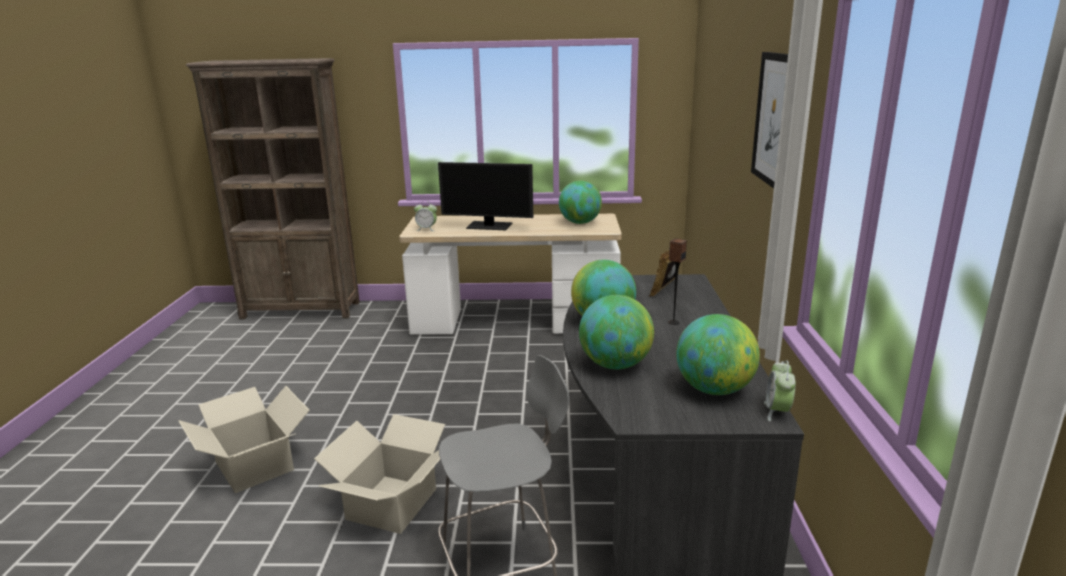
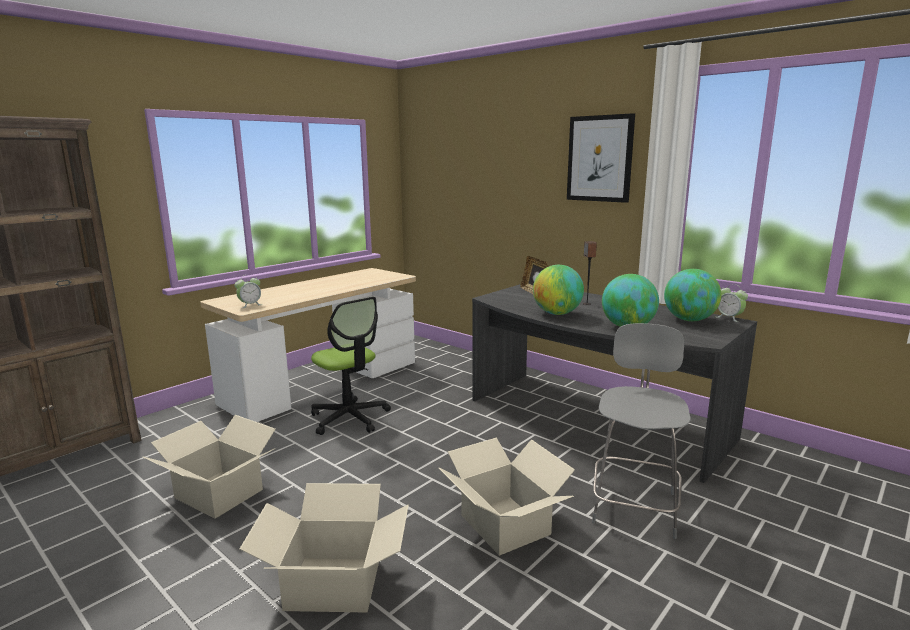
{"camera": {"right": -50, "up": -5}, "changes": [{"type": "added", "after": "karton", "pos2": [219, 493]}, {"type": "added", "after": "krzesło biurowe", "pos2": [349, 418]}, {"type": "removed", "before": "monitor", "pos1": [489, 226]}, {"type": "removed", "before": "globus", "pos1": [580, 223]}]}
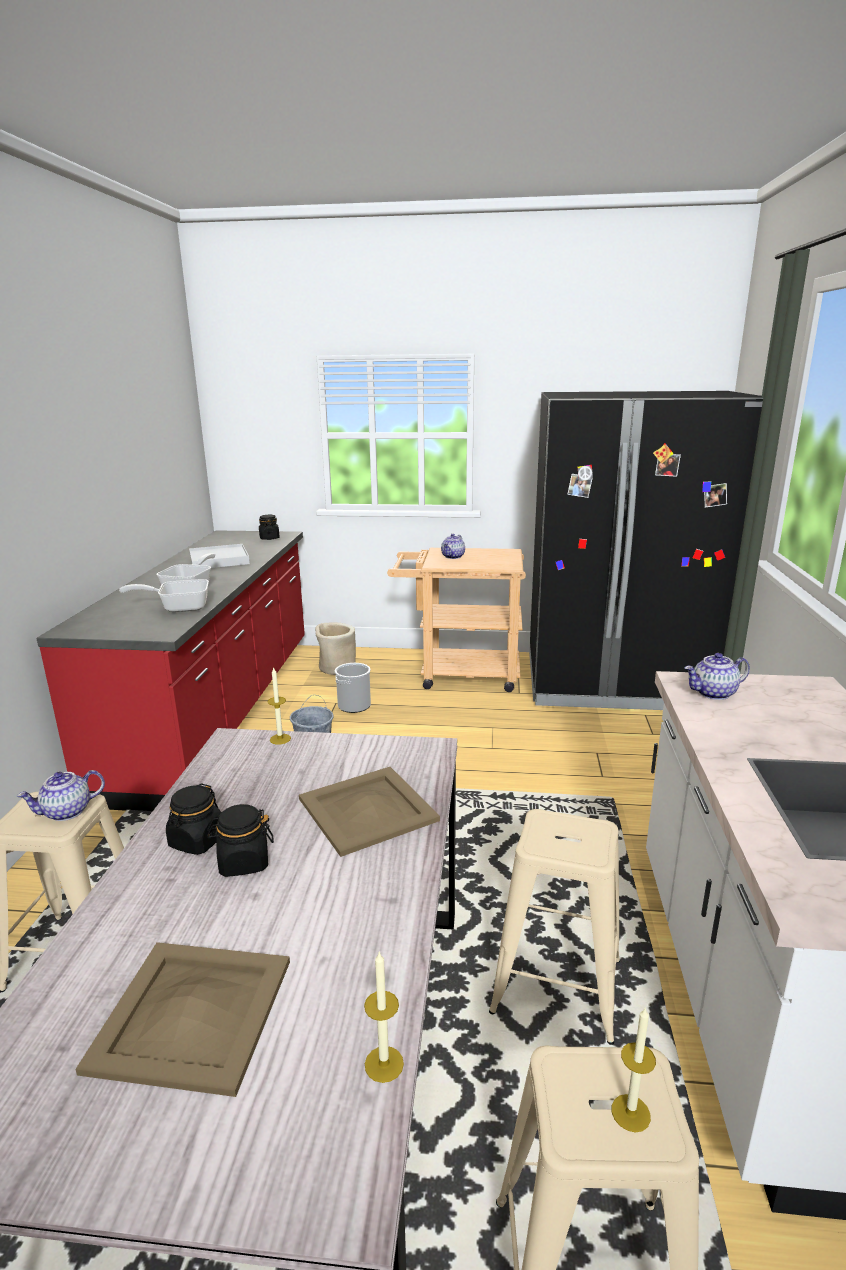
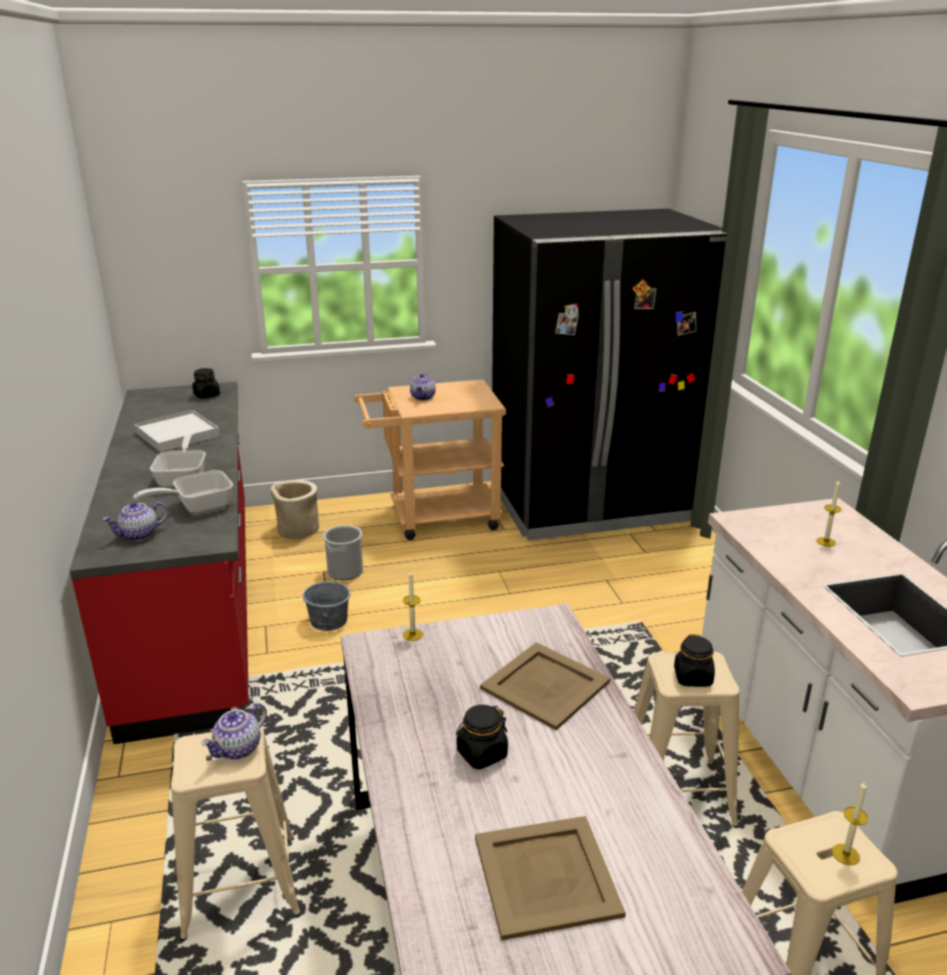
{"camera": {"right": -20, "up": 5}, "changes": [{"type": "moved", "before": "imbryk", "pos1": [713, 693], "pos2": [139, 535]}, {"type": "moved", "before": "słoik/czarny", "pos1": [197, 841], "pos2": [693, 678]}, {"type": "moved", "before": "świeca", "pos1": [384, 1064], "pos2": [826, 542]}]}
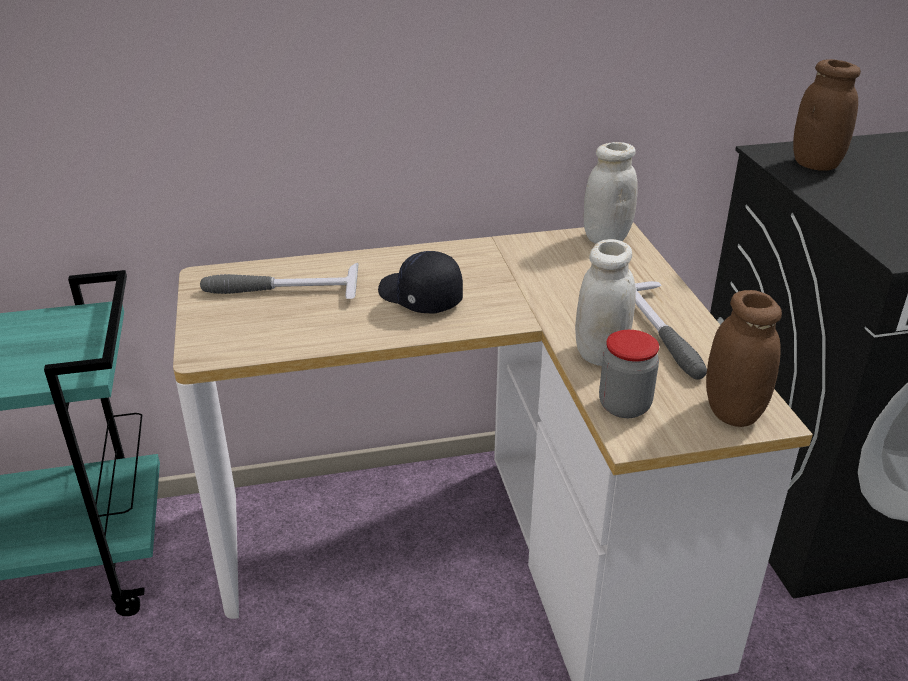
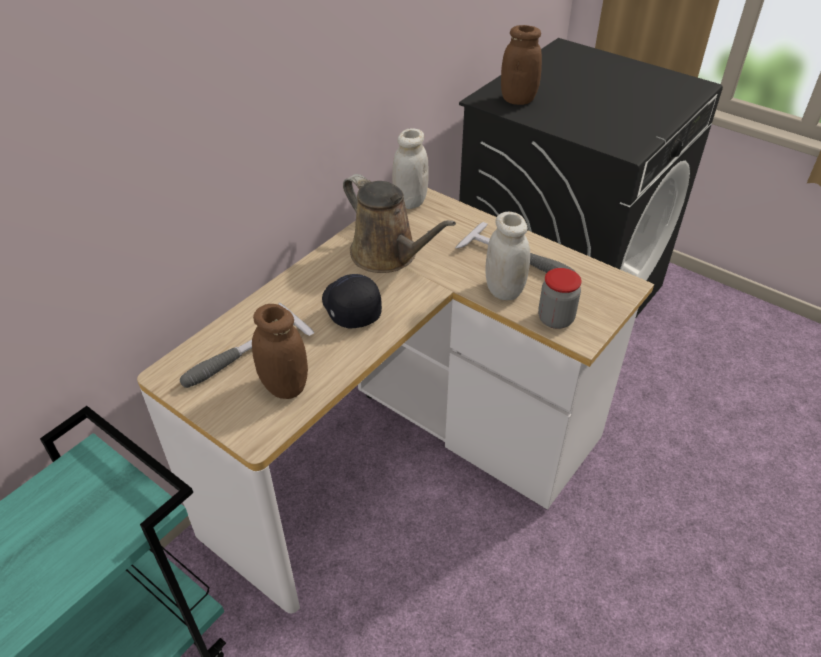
{"camera": {"right": -40, "up": 10}, "changes": [{"type": "moved", "before": "słoik/brązowy", "pos1": [732, 412], "pos2": [285, 386]}, {"type": "turned", "before": "czapka z daszkiem/czarny", "pos1": [419, 297], "pos2": [350, 307], "turn": 60}, {"type": "added", "after": "konewka/brązowy", "pos2": [388, 255]}]}
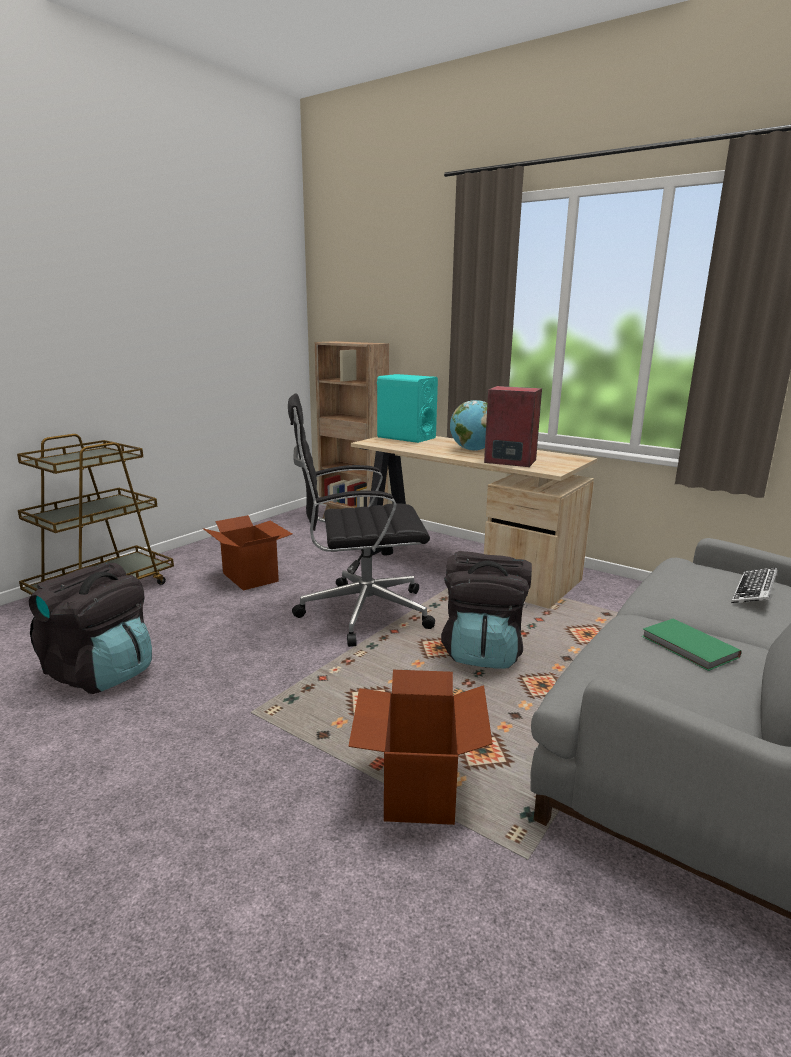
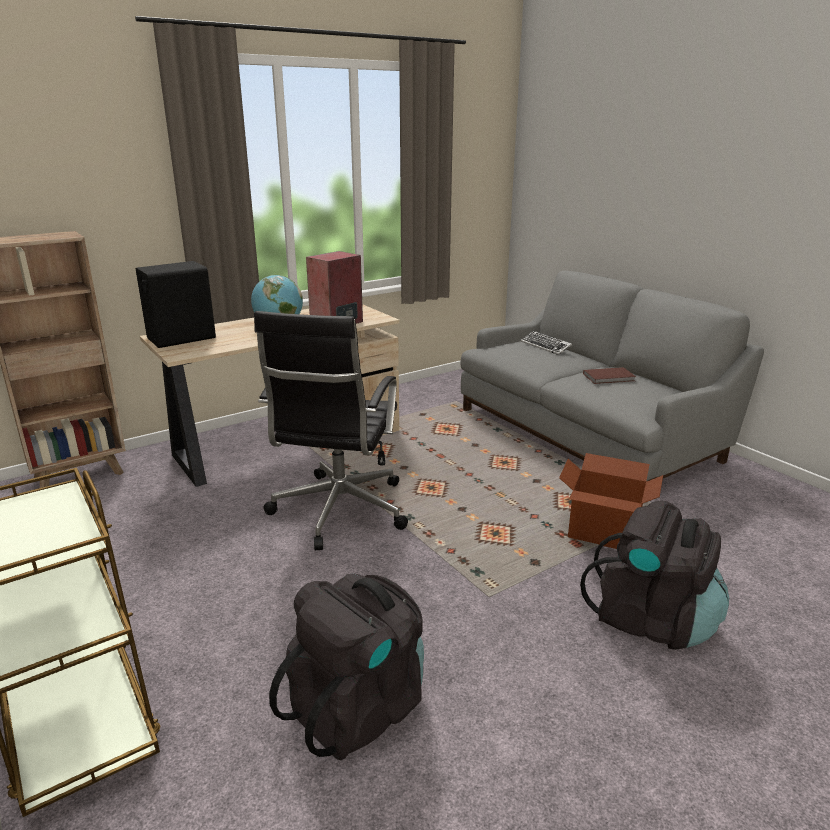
{"camera": {"right": -70, "up": 5}, "changes": [{"type": "recoloured", "before": "głośnik/turkusowy", "after": "głośnik/czarny", "pos1": [406, 437], "pos2": [181, 338]}, {"type": "moved", "before": "plecak/czarny", "pos1": [483, 651], "pos2": [651, 620]}, {"type": "recoloured", "before": "książka/zielony", "after": "książka/brązowy", "pos1": [689, 647], "pos2": [609, 378]}, {"type": "removed", "before": "karton", "pos1": [251, 577]}]}
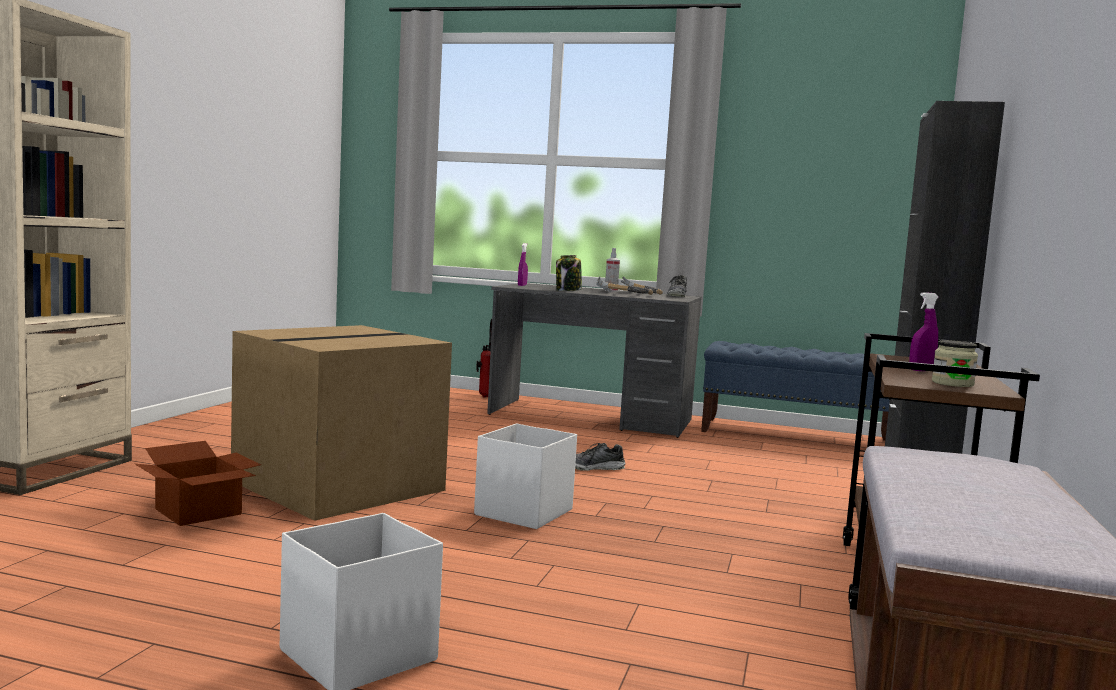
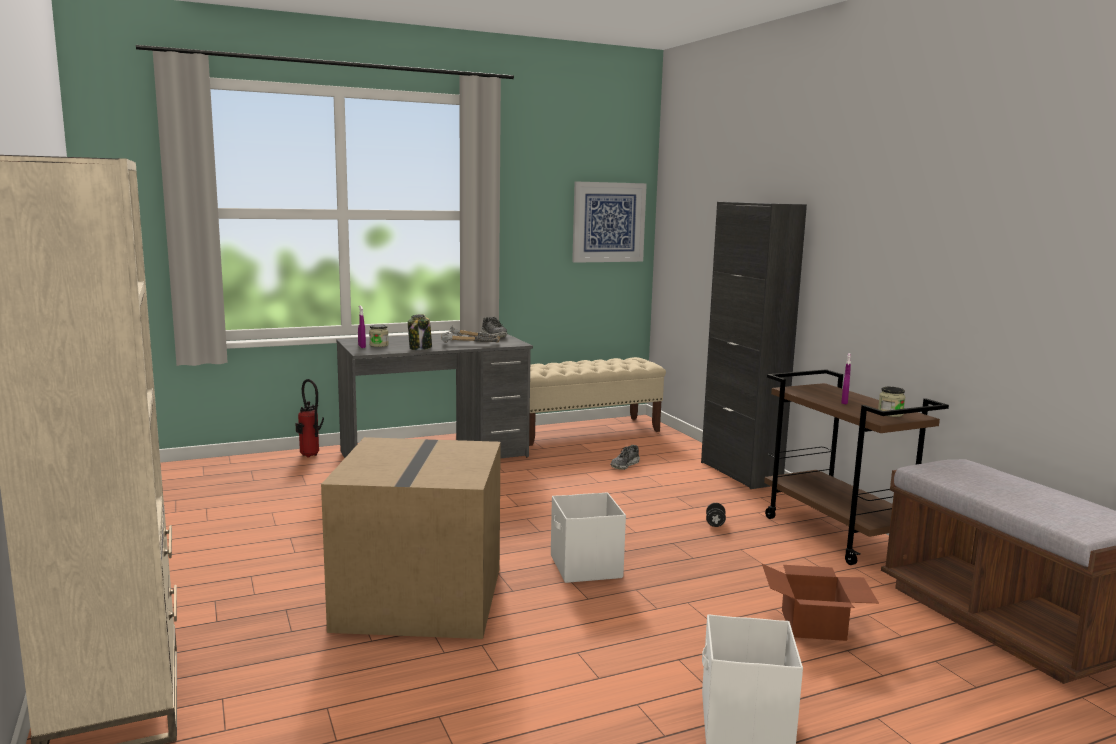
{"camera": {"right": -40, "up": 5}, "changes": [{"type": "added", "after": "słoik", "pos2": [379, 345]}, {"type": "recoloured", "before": "ławka/niebieski", "after": "ławka/beżowy", "pos1": [796, 435], "pos2": [585, 431]}, {"type": "added", "after": "obraz", "pos2": [608, 222]}, {"type": "moved", "before": "but", "pos1": [595, 468], "pos2": [625, 465]}, {"type": "added", "after": "hantel/czarny", "pos2": [715, 523]}, {"type": "moved", "before": "karton", "pos1": [198, 512], "pos2": [815, 625]}, {"type": "removed", "before": "spryskiwacz", "pos1": [611, 291]}]}
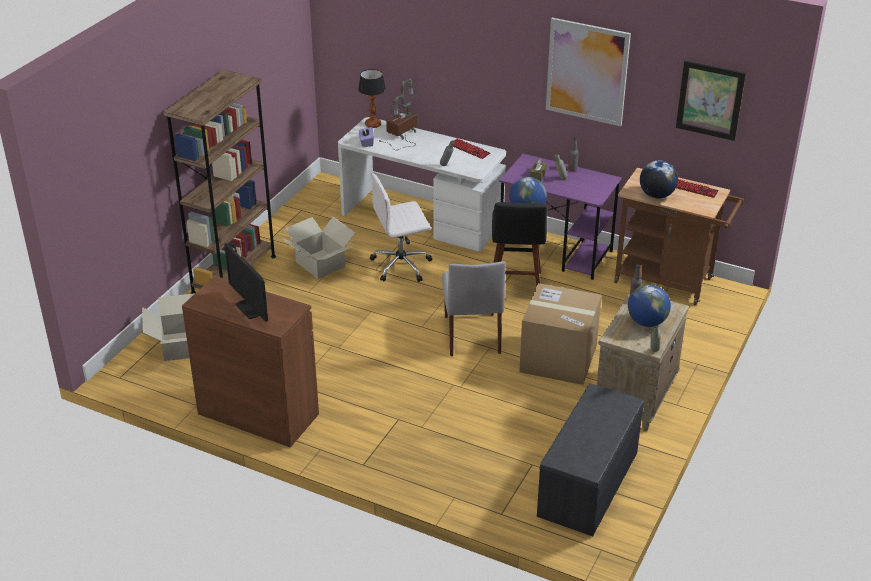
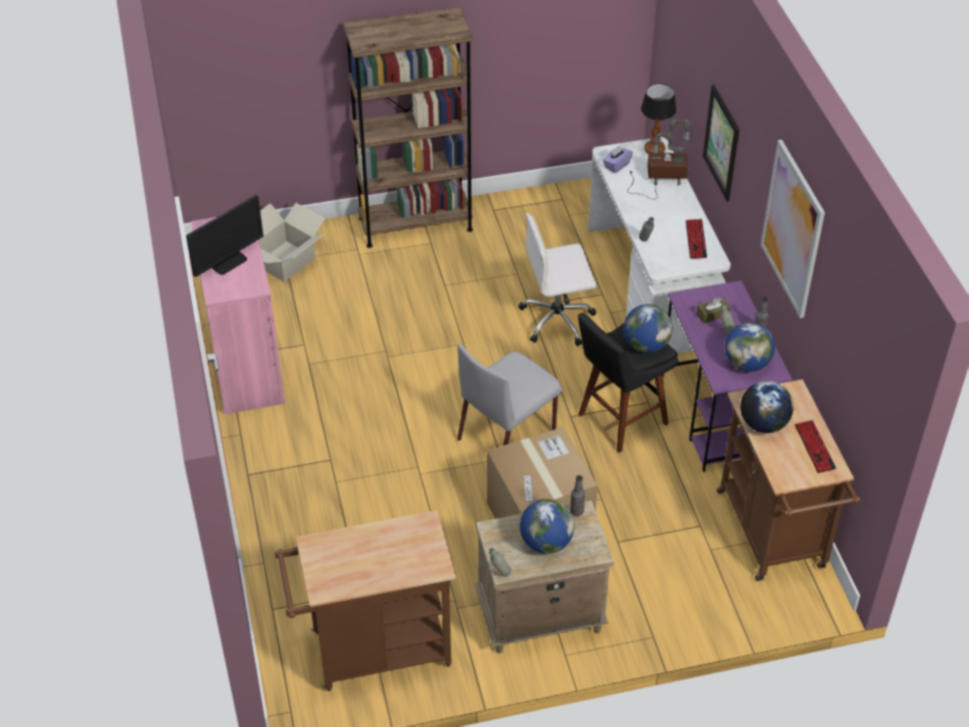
{"camera": {"right": 50, "up": 10}, "changes": [{"type": "turned", "before": "monitor", "pos1": [251, 308], "pos2": [228, 262], "turn": -150}, {"type": "recoloured", "before": "szafka/brązowy", "after": "szafka/różowy", "pos1": [258, 414], "pos2": [246, 366]}, {"type": "replaced", "before": "ławka/szary", "after": "wózek/brązowy", "pos1": [589, 485], "pos2": [372, 651]}, {"type": "turned", "before": "krzesło biurowe/biały", "pos1": [402, 265], "pos2": [558, 320], "turn": -45}, {"type": "moved", "before": "obraz", "pos1": [710, 100], "pos2": [721, 143]}, {"type": "added", "after": "globus", "pos2": [746, 363]}, {"type": "removed", "before": "karton", "pos1": [320, 264]}]}
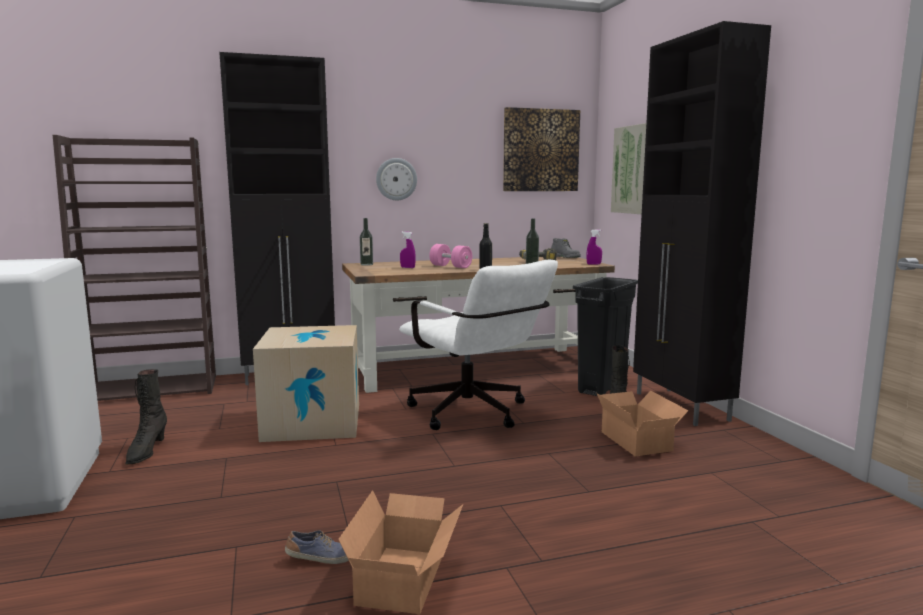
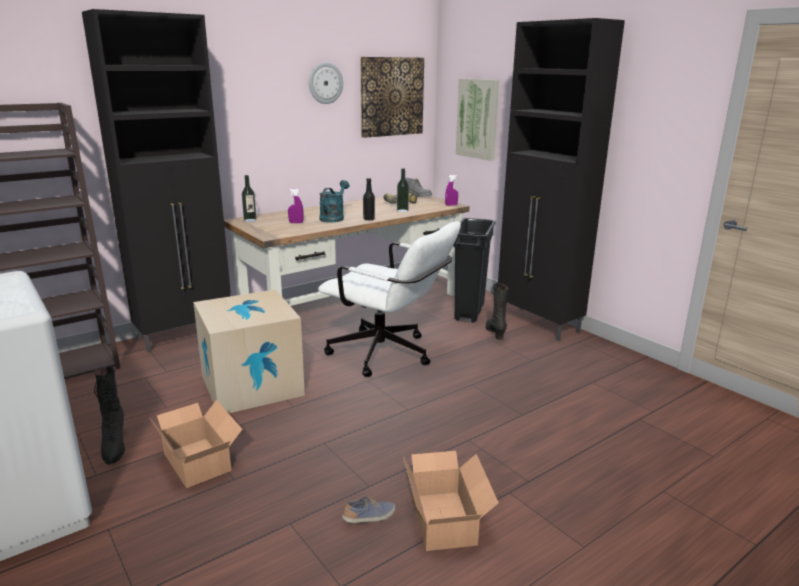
{"camera": {"right": -20, "up": 10}, "changes": [{"type": "moved", "before": "karton", "pos1": [637, 440], "pos2": [199, 460]}, {"type": "moved", "before": "zegar ścienny", "pos1": [396, 179], "pos2": [325, 83]}, {"type": "replaced", "before": "hantel/różowy", "after": "konewka/turkusowy", "pos1": [450, 266], "pos2": [333, 218]}]}
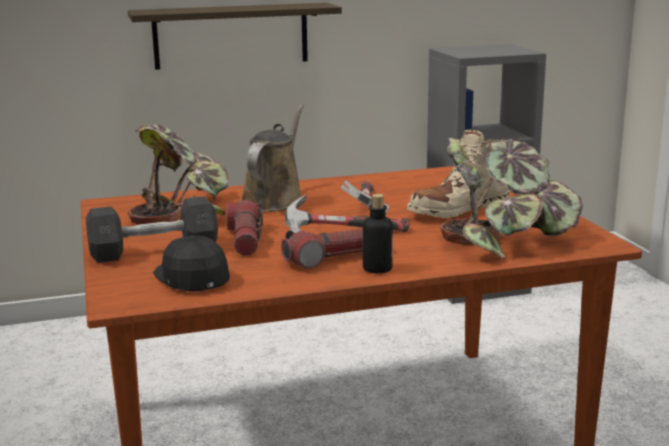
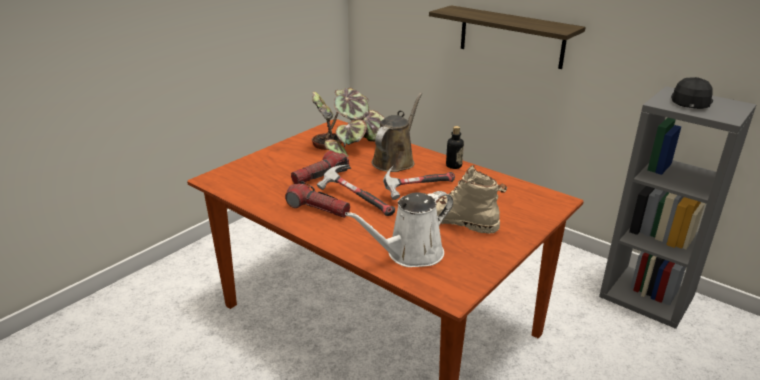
{"camera": {"right": 55, "up": 10}, "changes": [{"type": "replaced", "before": "roślina doniczkowa", "after": "konewka/biały", "pos1": [504, 241], "pos2": [410, 254]}, {"type": "turned", "before": "konewka/brązowy", "pos1": [275, 200], "pos2": [395, 160], "turn": -45}, {"type": "moved", "before": "butelka", "pos1": [377, 269], "pos2": [453, 166]}, {"type": "moved", "before": "czapka z daszkiem/czarny", "pos1": [192, 277], "pos2": [690, 101]}, {"type": "removed", "before": "hantel/szary", "pos1": [154, 250]}]}
